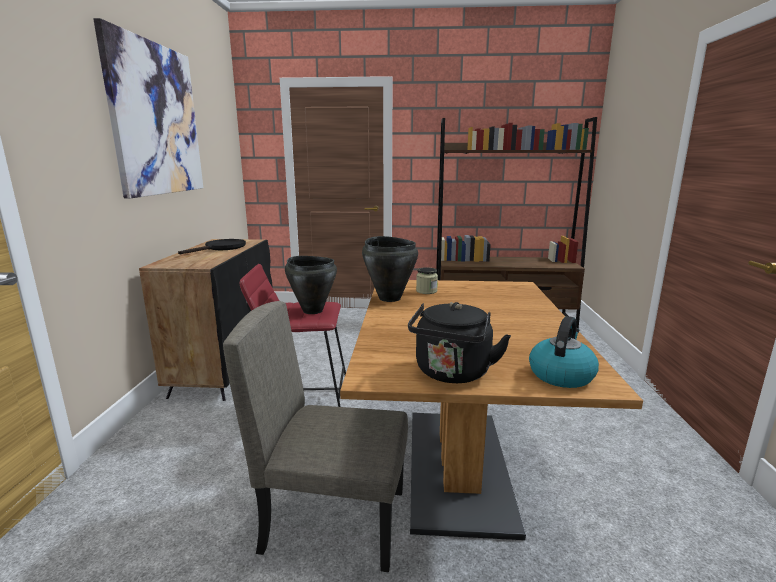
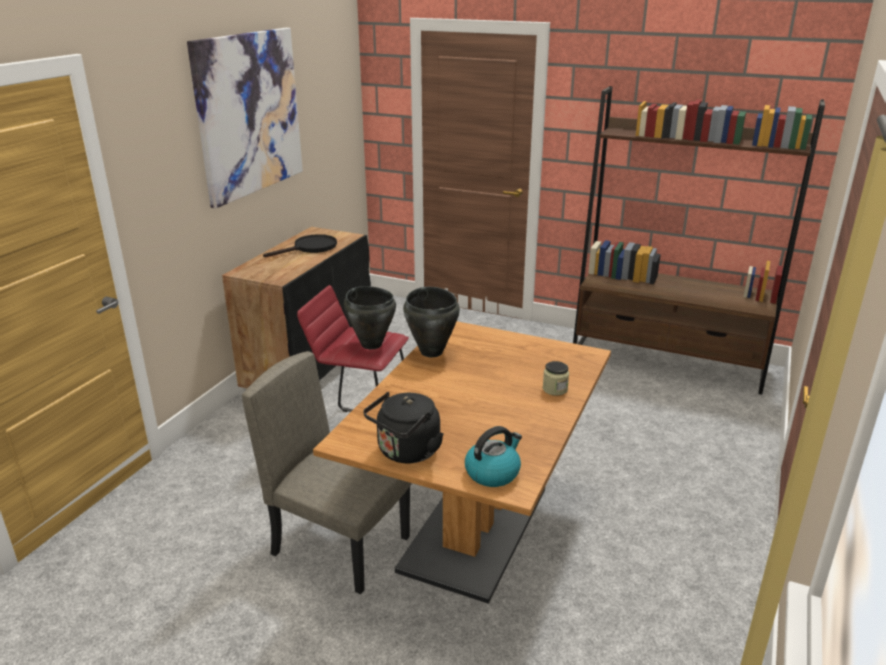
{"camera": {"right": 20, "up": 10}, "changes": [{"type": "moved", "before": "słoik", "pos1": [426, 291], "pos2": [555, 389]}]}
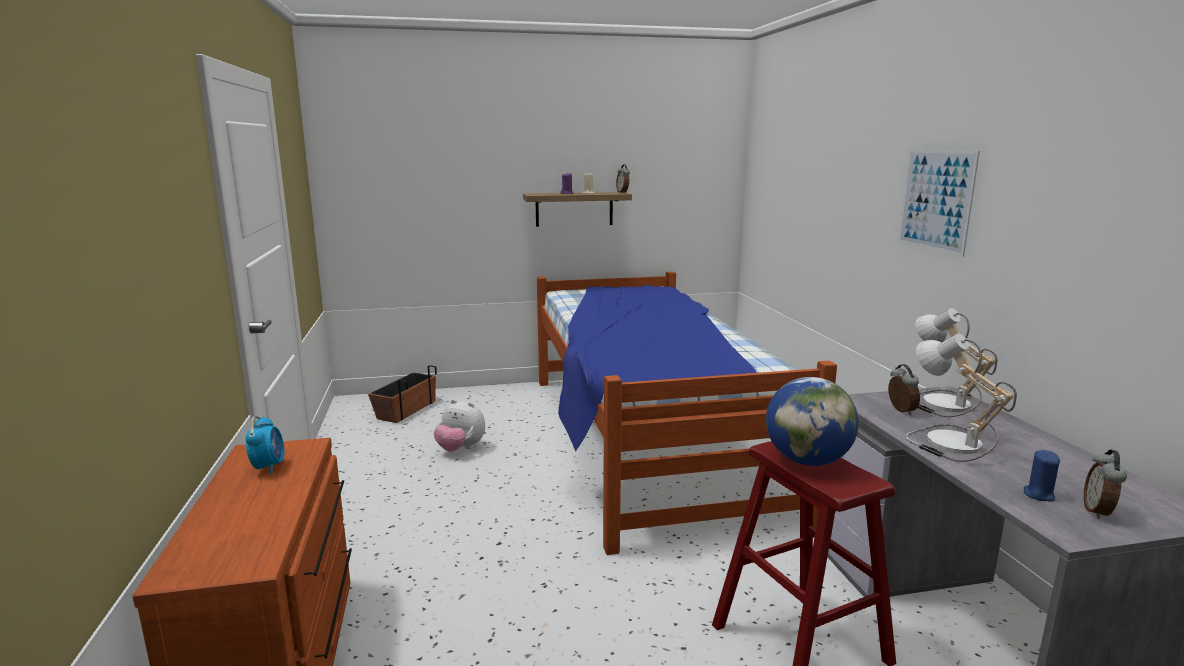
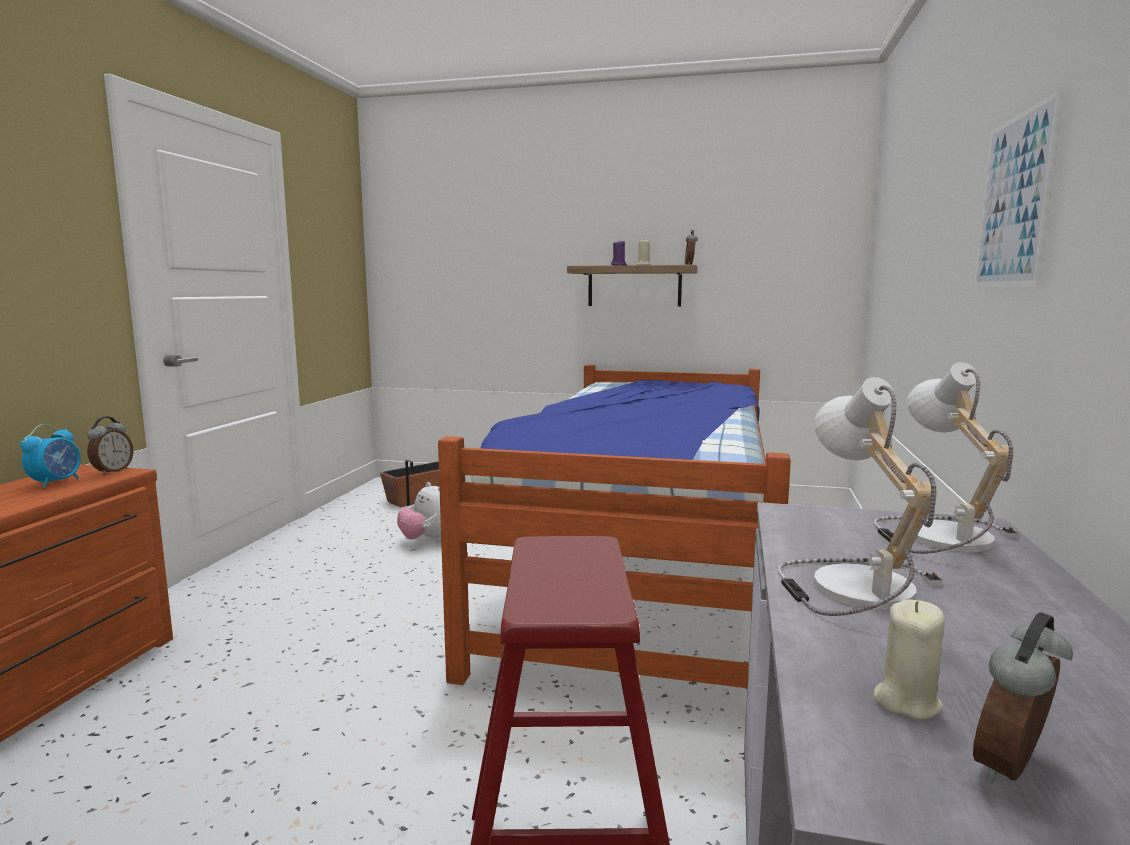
{"camera": {"right": 25, "up": -5}, "changes": [{"type": "moved", "before": "budzik", "pos1": [900, 411], "pos2": [112, 471]}, {"type": "recoloured", "before": "świeca/niebieski", "after": "świeca/beżowy", "pos1": [1038, 495], "pos2": [906, 702]}, {"type": "removed", "before": "globus", "pos1": [807, 461]}]}
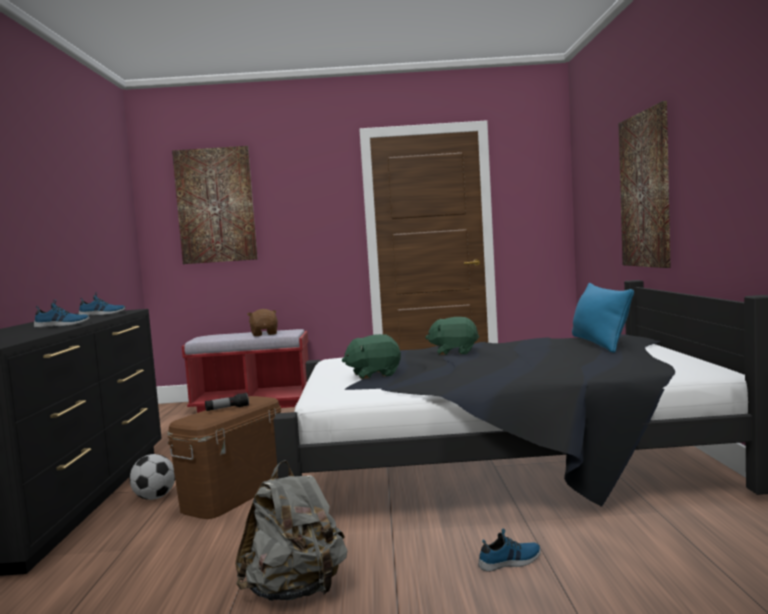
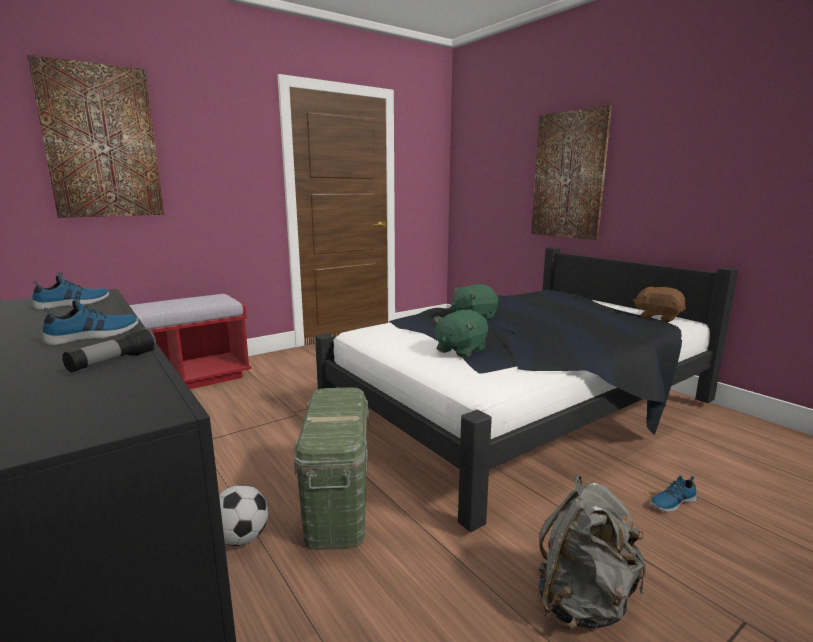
{"camera": {"right": -35, "up": 10}, "changes": [{"type": "moved", "before": "latarka", "pos1": [227, 409], "pos2": [113, 362]}, {"type": "recoloured", "before": "pojemnik do przechowywania/brązowy", "after": "pojemnik do przechowywania/zielony", "pos1": [234, 495], "pos2": [338, 505]}, {"type": "moved", "before": "pluszak/brązowy", "pos1": [264, 334], "pos2": [658, 318]}, {"type": "turned", "before": "but", "pos1": [510, 562], "pos2": [671, 502], "turn": -150}, {"type": "removed", "before": "poduszka/niebieski", "pos1": [599, 343]}]}
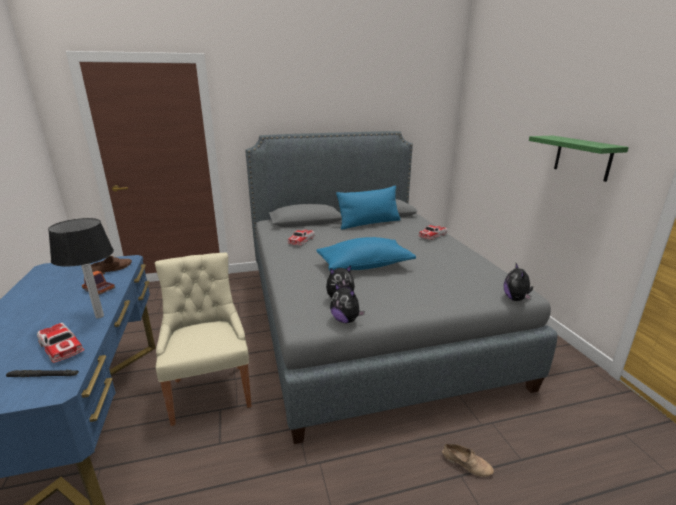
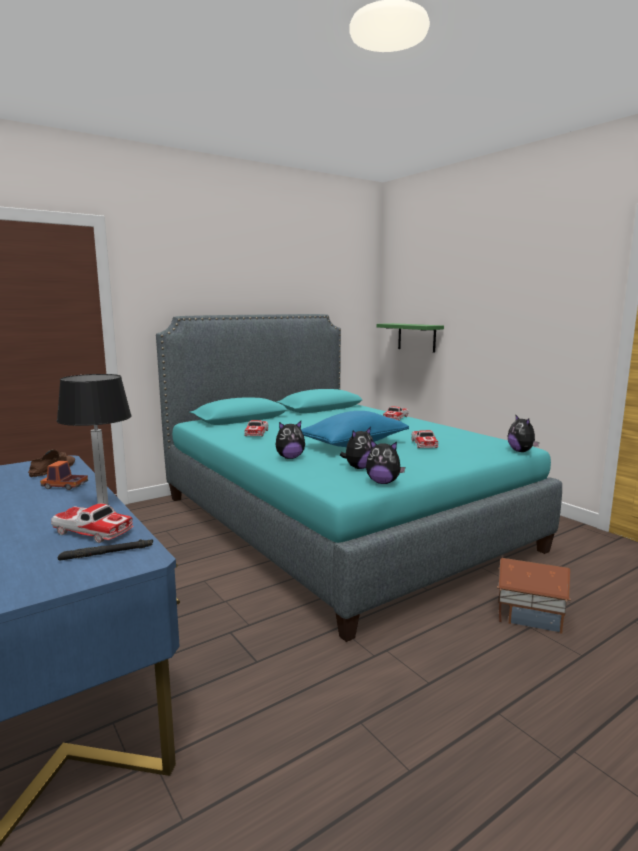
{"camera": {"right": -20, "up": -10}, "changes": [{"type": "recoloured", "before": "łóżko/szary", "after": "łóżko/turkusowy", "pos1": [364, 318], "pos2": [336, 522]}, {"type": "added", "after": "pluszak", "pos2": [290, 457]}, {"type": "moved", "before": "półka/zielony", "pos1": [582, 157], "pos2": [416, 337]}, {"type": "added", "after": "samochodzik", "pos2": [424, 444]}, {"type": "replaced", "before": "but/beżowy", "after": "domek", "pos1": [467, 463], "pos2": [528, 616]}, {"type": "removed", "before": "krzesło/beżowy", "pos1": [210, 390]}, {"type": "removed", "before": "poduszka/niebieski", "pos1": [369, 223]}]}
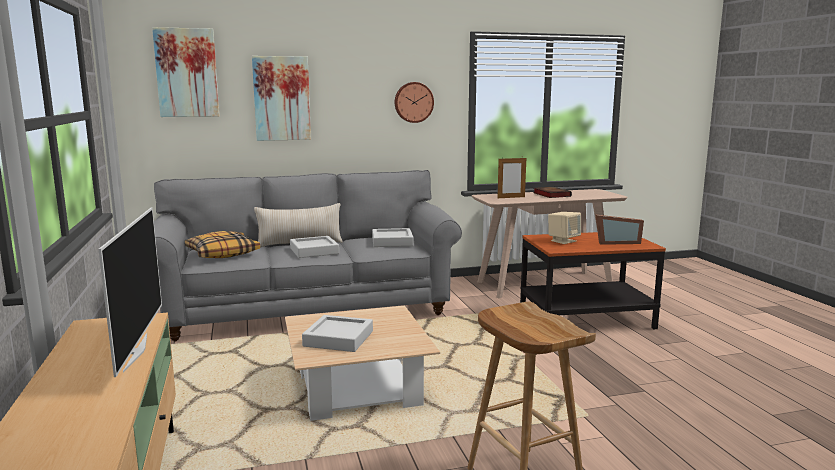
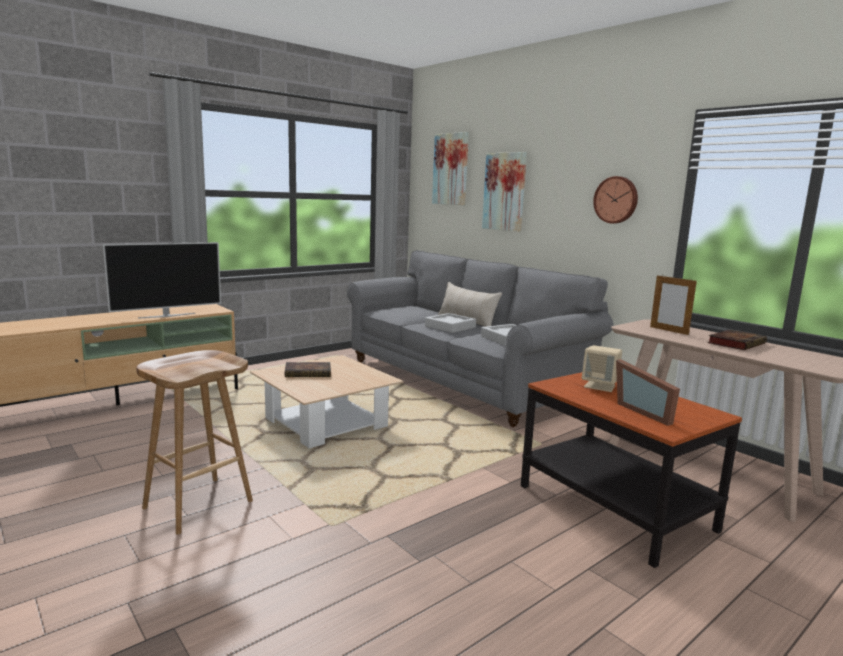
{"camera": {"right": 65, "up": 0}, "changes": [{"type": "replaced", "before": "taca/szary", "after": "książka", "pos1": [338, 339], "pos2": [309, 373]}, {"type": "removed", "before": "poduszka", "pos1": [222, 253]}]}
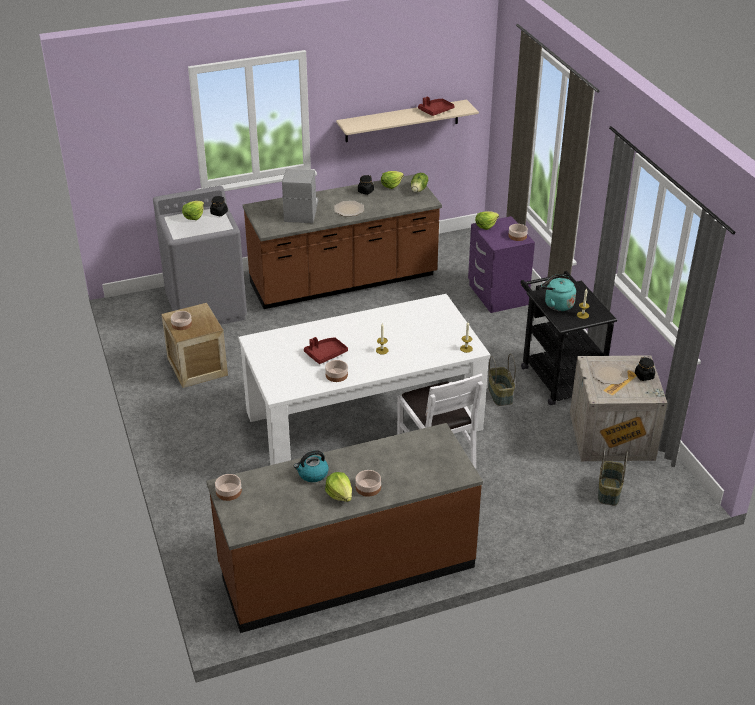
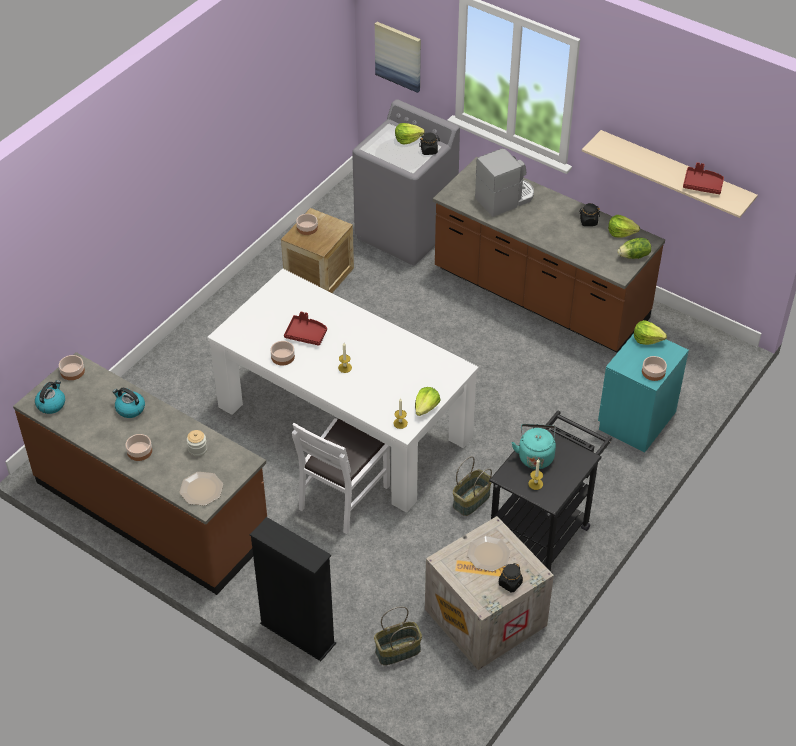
{"camera": {"right": 55, "up": 10}, "changes": [{"type": "added", "after": "czajnik", "pos2": [51, 404]}, {"type": "moved", "before": "talerz", "pos1": [349, 209], "pos2": [201, 489]}, {"type": "added", "after": "słoik", "pos2": [197, 449]}, {"type": "added", "after": "regał/czarny", "pos2": [297, 634]}, {"type": "added", "after": "obraz", "pos2": [398, 56]}, {"type": "moved", "before": "sałata", "pos1": [340, 494], "pos2": [426, 408]}, {"type": "recoloured", "before": "szafka nocna/fioletowy", "after": "szafka nocna/turkusowy", "pos1": [497, 295], "pos2": [635, 420]}]}
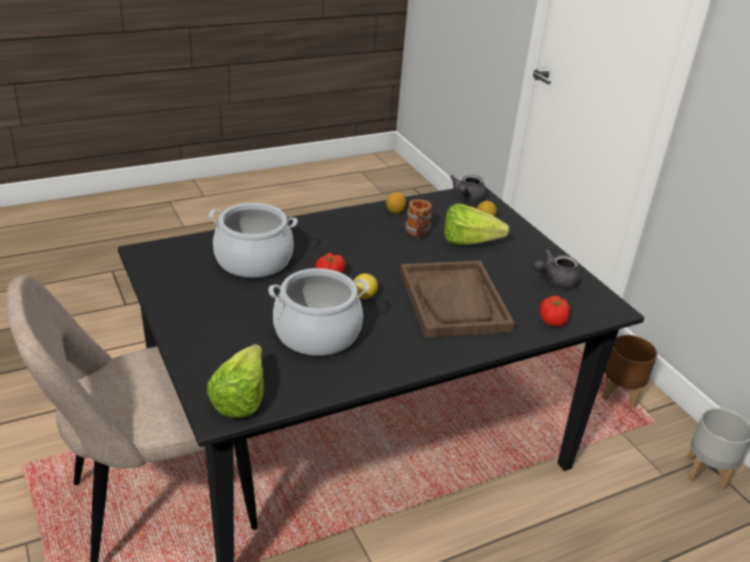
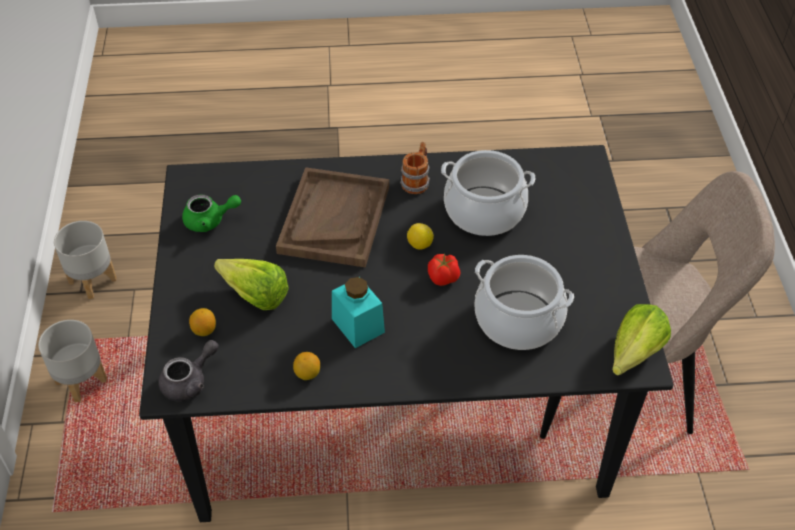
{"camera": {"right": -155, "up": 15}, "changes": [{"type": "recoloured", "before": "donica/brązowy", "after": "donica/szary", "pos1": [619, 394], "pos2": [82, 381]}, {"type": "recoloured", "before": "imbryk/szary", "after": "imbryk/zielony", "pos1": [555, 280], "pos2": [210, 221]}, {"type": "added", "after": "słoik/turkusowy", "pos2": [358, 325]}, {"type": "moved", "before": "kubek", "pos1": [417, 233], "pos2": [417, 180]}, {"type": "moved", "before": "sałata", "pos1": [245, 395], "pos2": [629, 357]}, {"type": "removed", "before": "pomidor", "pos1": [551, 321]}]}
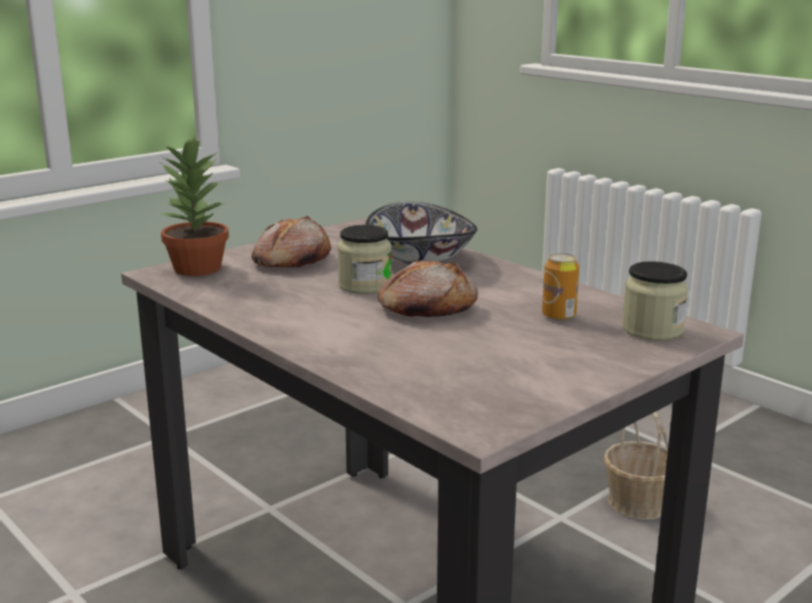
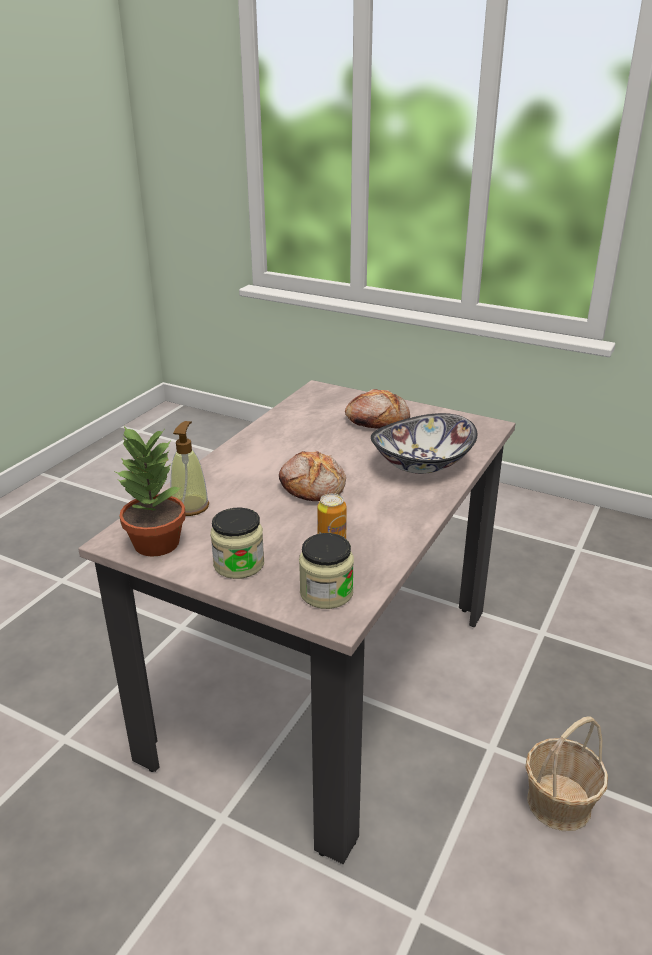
{"camera": {"right": 70, "up": 10}, "changes": [{"type": "moved", "before": "roślina doniczkowa", "pos1": [196, 269], "pos2": [155, 543]}, {"type": "added", "after": "dozownik mydła", "pos2": [190, 506]}, {"type": "moved", "before": "słoik", "pos1": [365, 285], "pos2": [239, 564]}]}
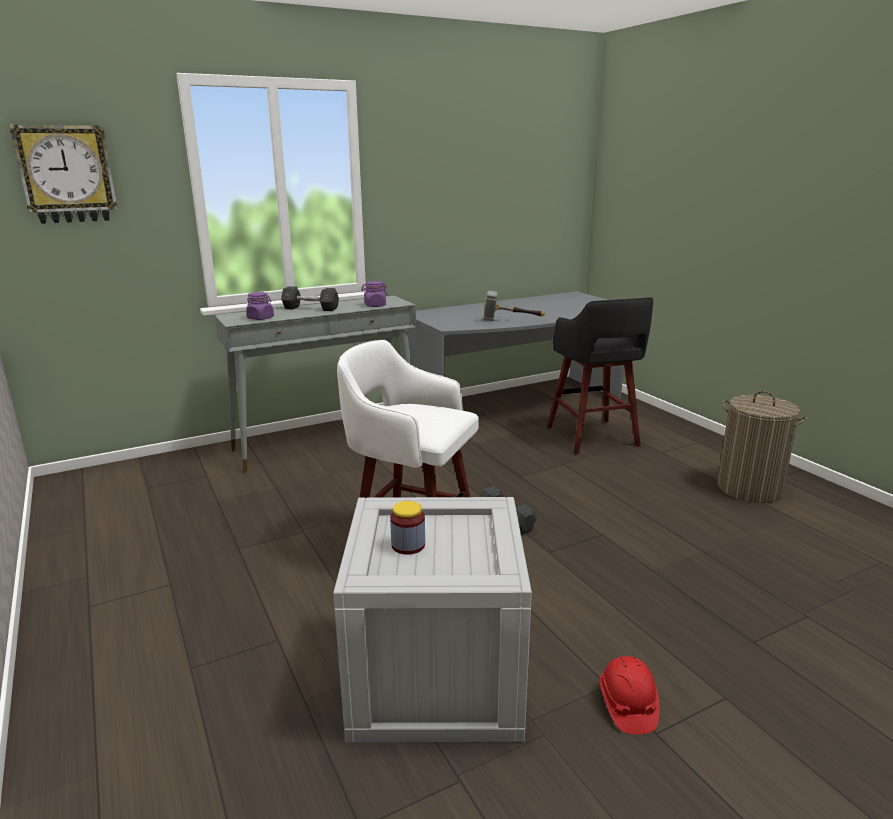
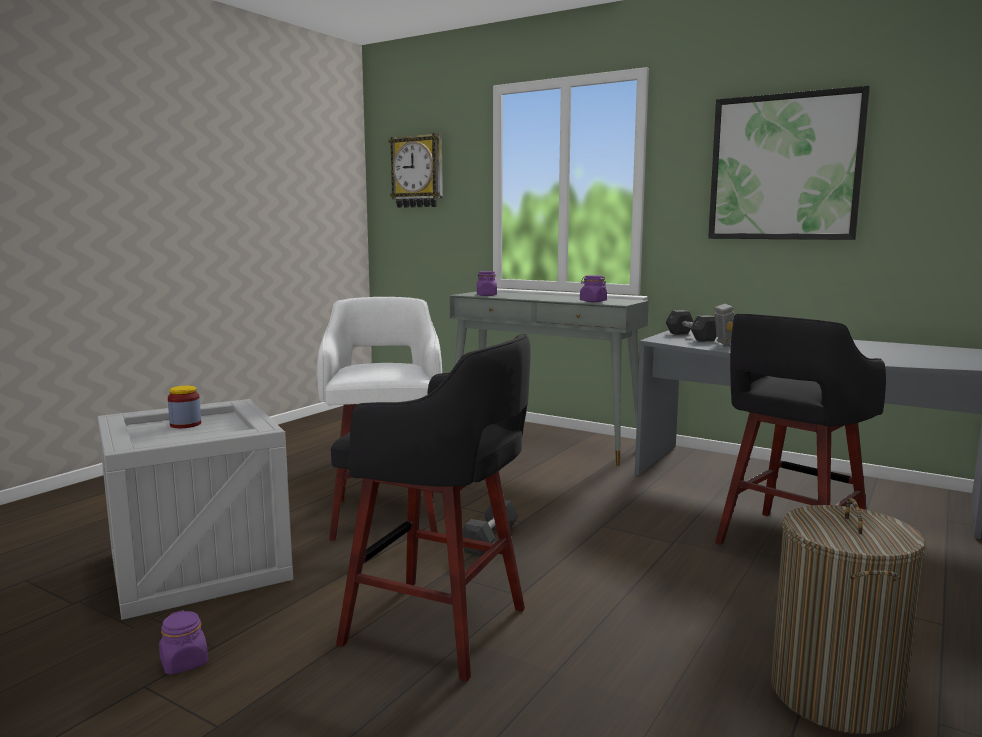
{"camera": {"right": 60, "up": -10}, "changes": [{"type": "replaced", "before": "kask/czerwony", "after": "słoik/fioletowy", "pos1": [627, 706], "pos2": [184, 663]}, {"type": "added", "after": "stołek/czarny", "pos2": [440, 628]}, {"type": "moved", "before": "hantel/szary", "pos1": [311, 308], "pos2": [691, 337]}, {"type": "added", "after": "obraz", "pos2": [784, 167]}]}
